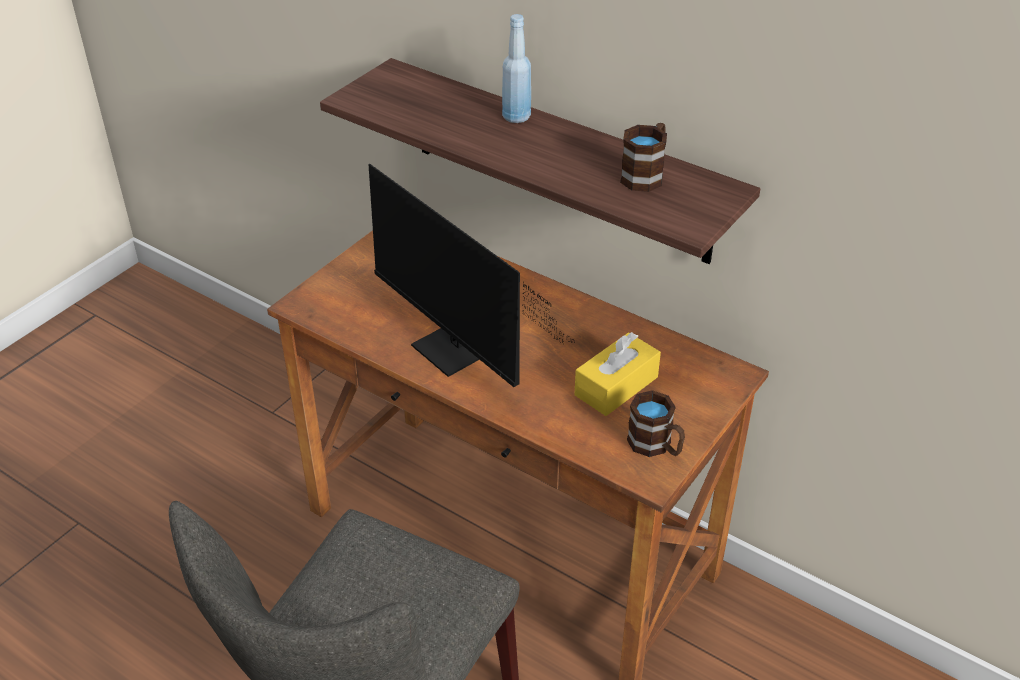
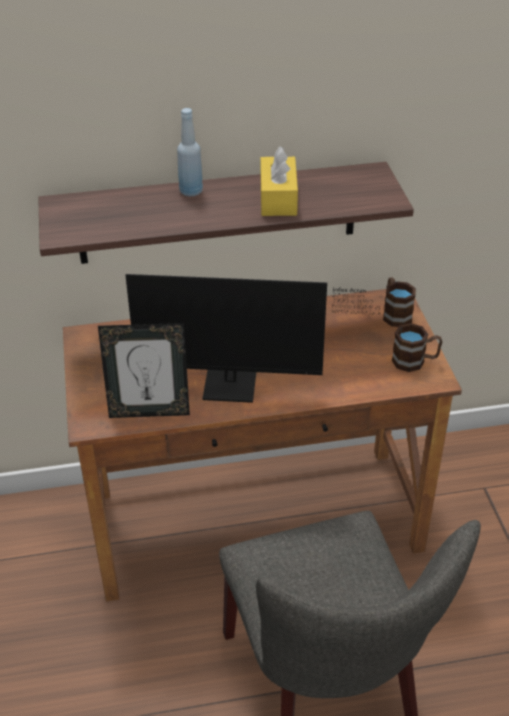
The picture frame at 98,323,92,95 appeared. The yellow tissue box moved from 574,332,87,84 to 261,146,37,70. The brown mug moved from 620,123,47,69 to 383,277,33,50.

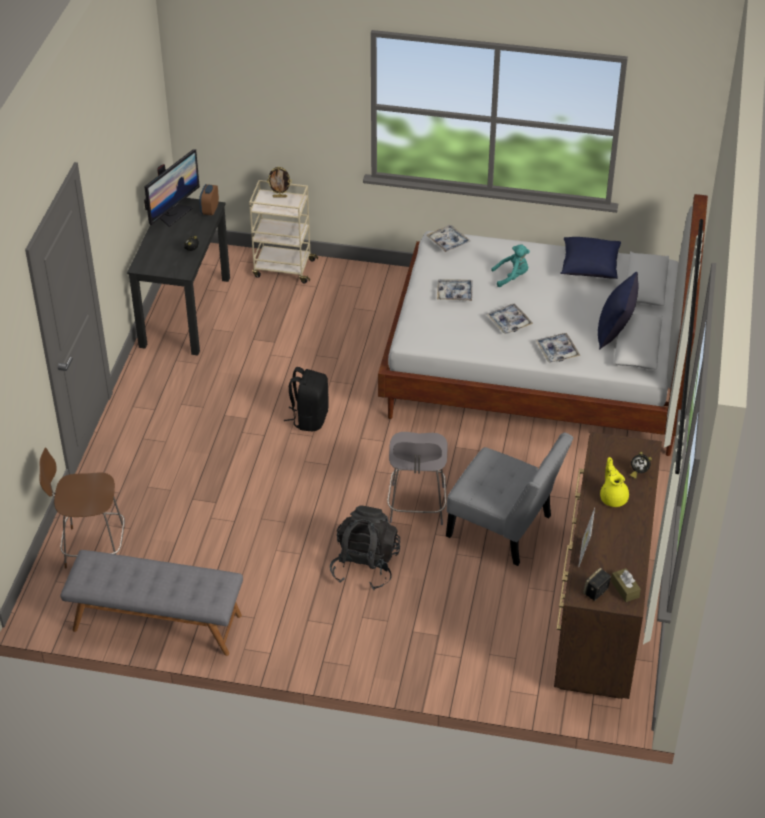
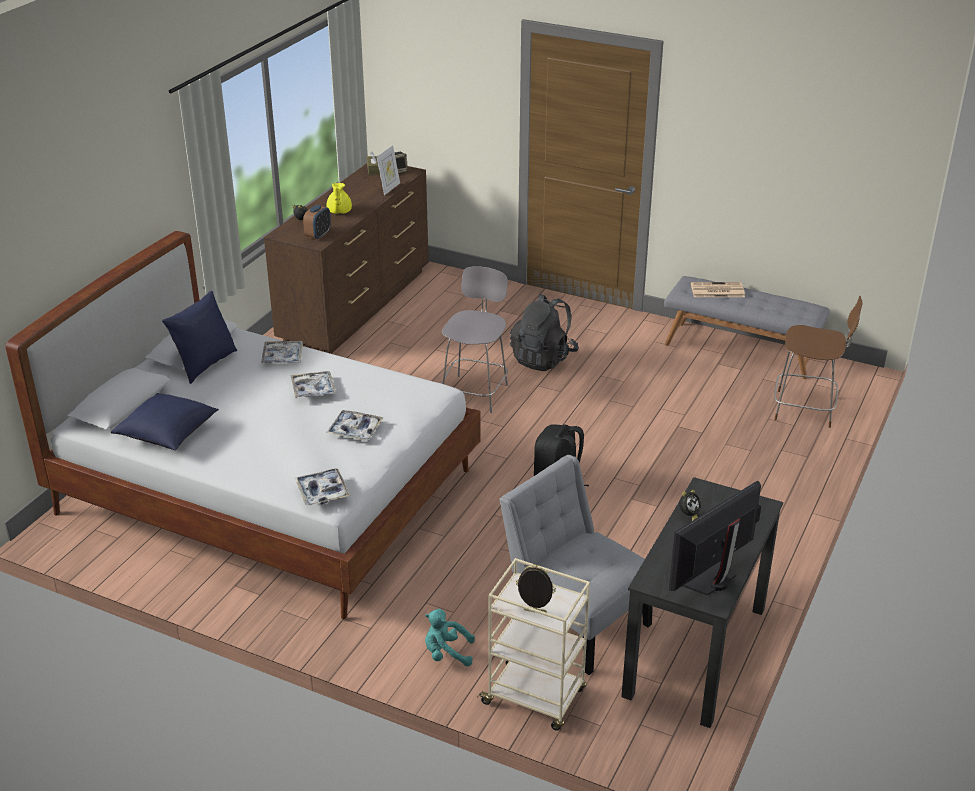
The newspaper at 691,282,54,15 appeared. The alarm clock moved from 199,184,20,32 to 303,205,28,35. The grey chair moved from 446,433,127,133 to 499,455,154,220. The turquoise plush toy moved from 491,245,39,42 to 425,609,50,57.

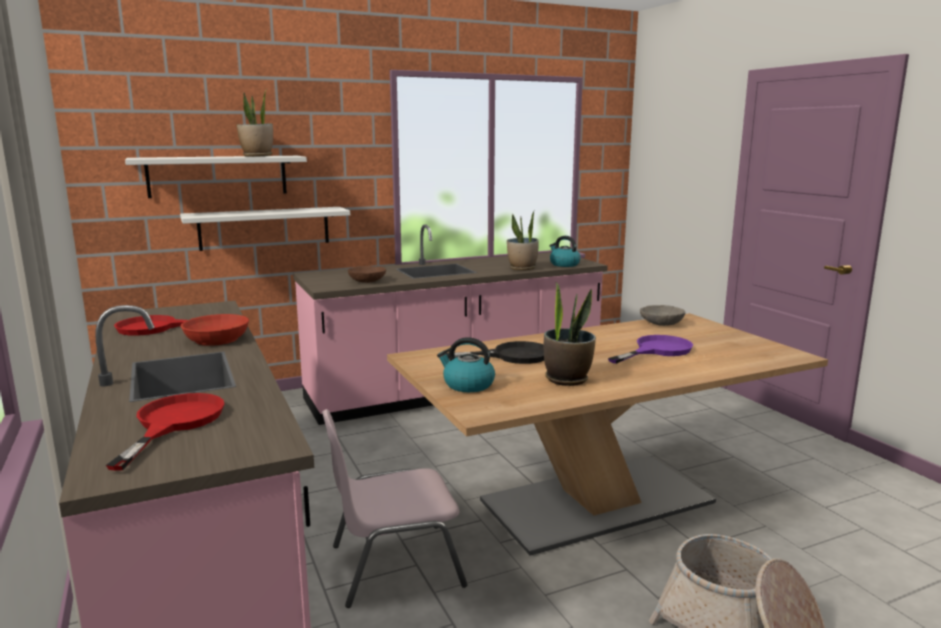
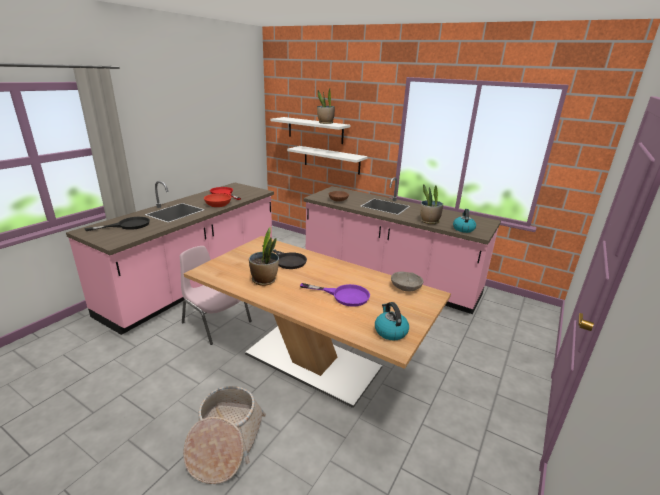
The kettle moved from 437,337,58,55 to 375,302,34,38. The red frying pan at 106,393,118,78 became the black frying pan at 85,217,65,14.

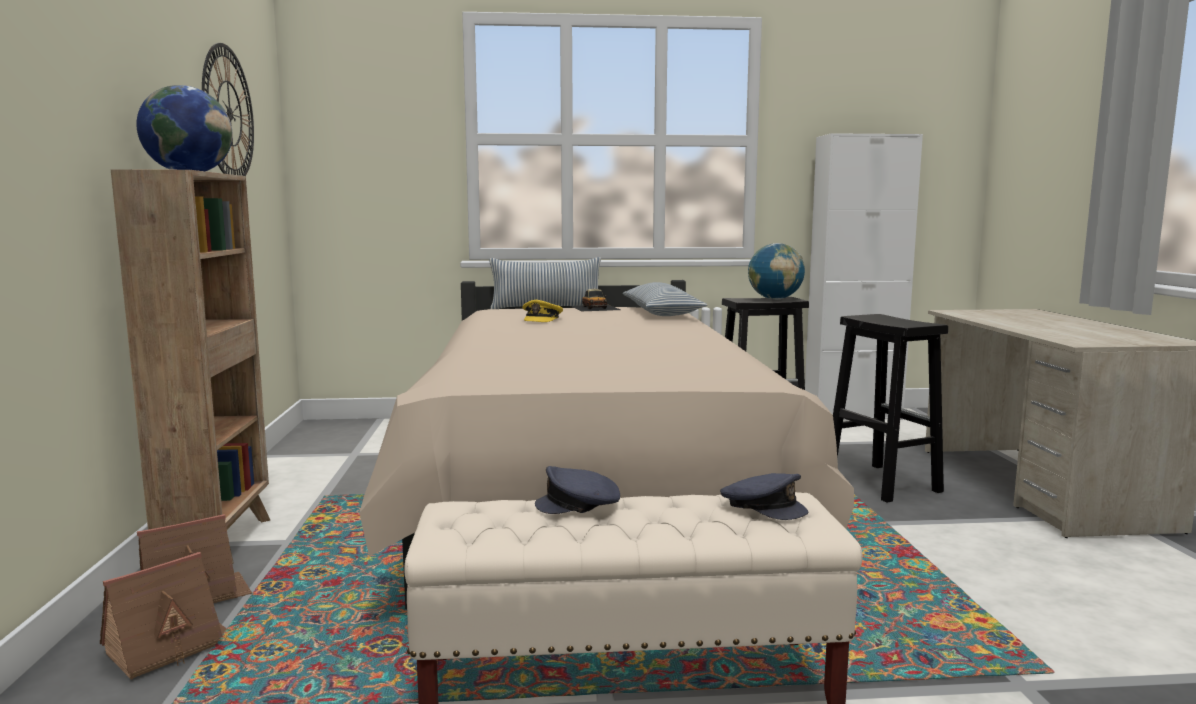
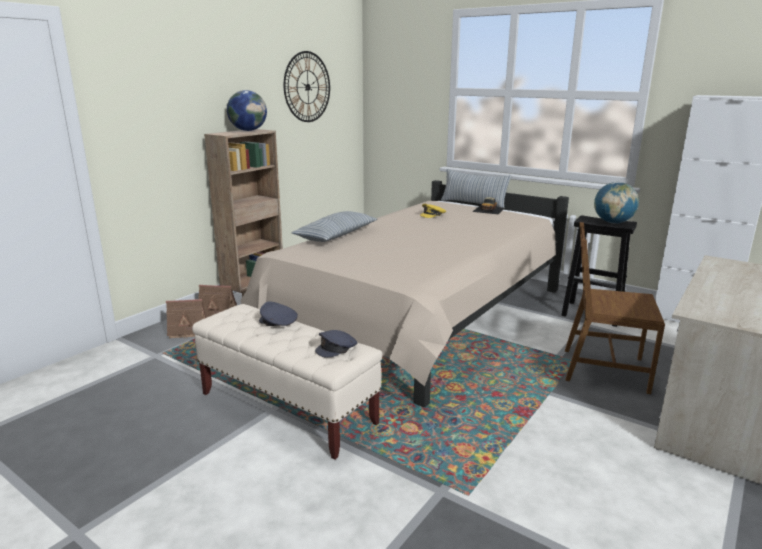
The pillow moved from 623,282,84,34 to 292,211,85,31. The black stool at 833,314,115,189 was replaced by the brown chair at 565,222,100,172. The grey cap at 720,473,88,47 turned 60 degrees clockwise.

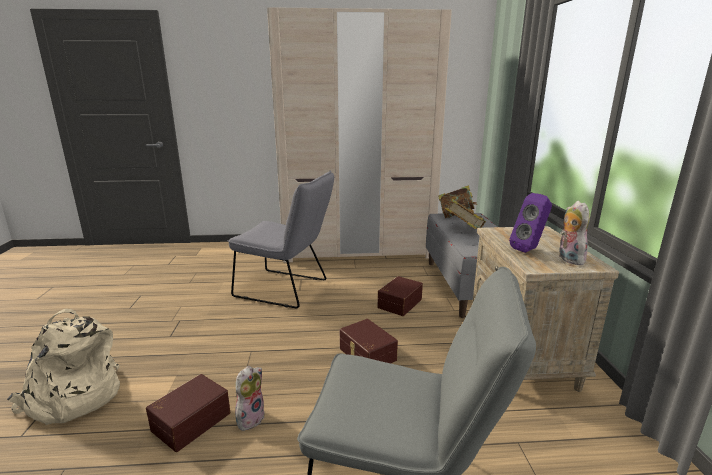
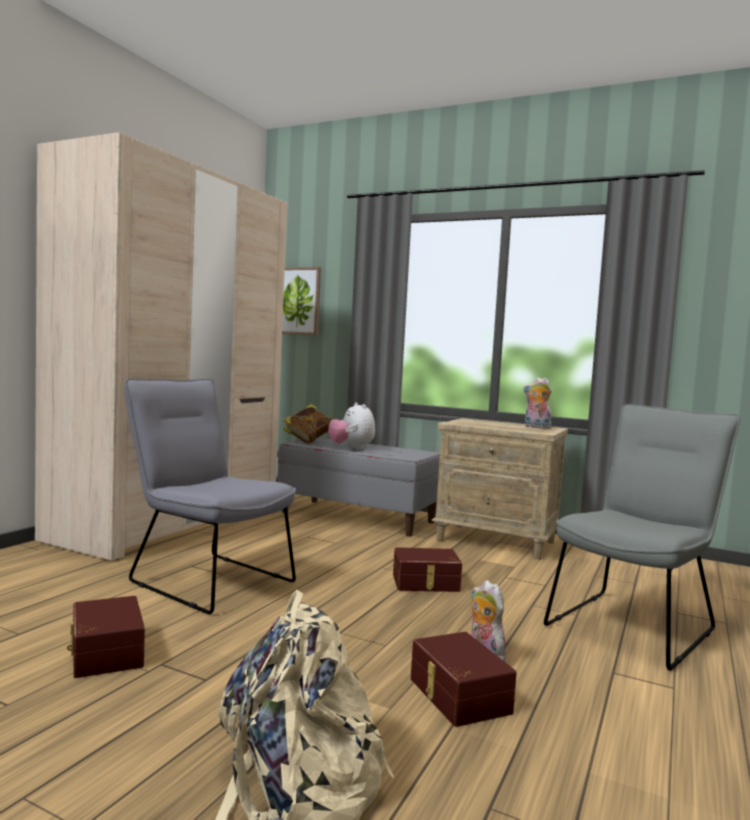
The purple speaker at 509,193,43,60 disappeared. The picture at 282,267,39,68 appeared. The brown storage box moved from 378,276,45,40 to 67,596,78,82. The book at 445,199,41,30 was replaced by the plush toy at 328,402,47,48. The grey chair at 228,171,106,137 turned 105 degrees counterclockwise.

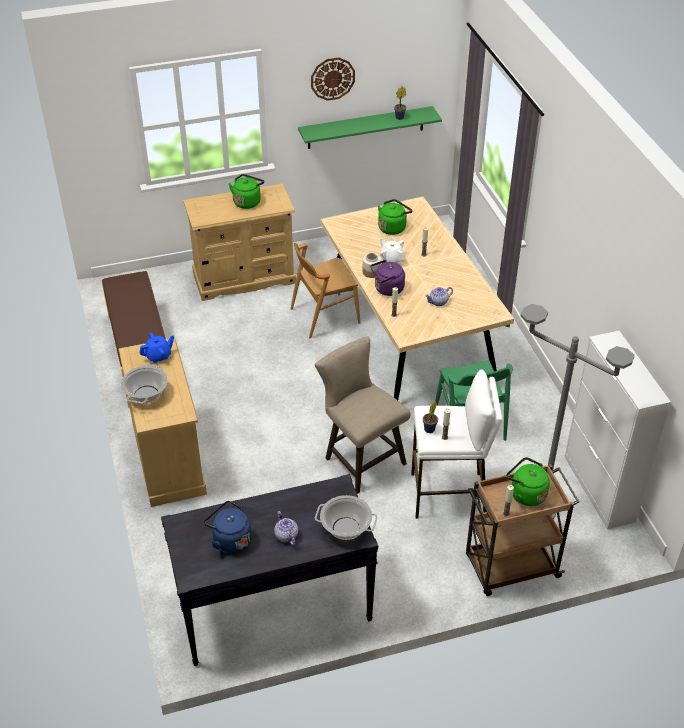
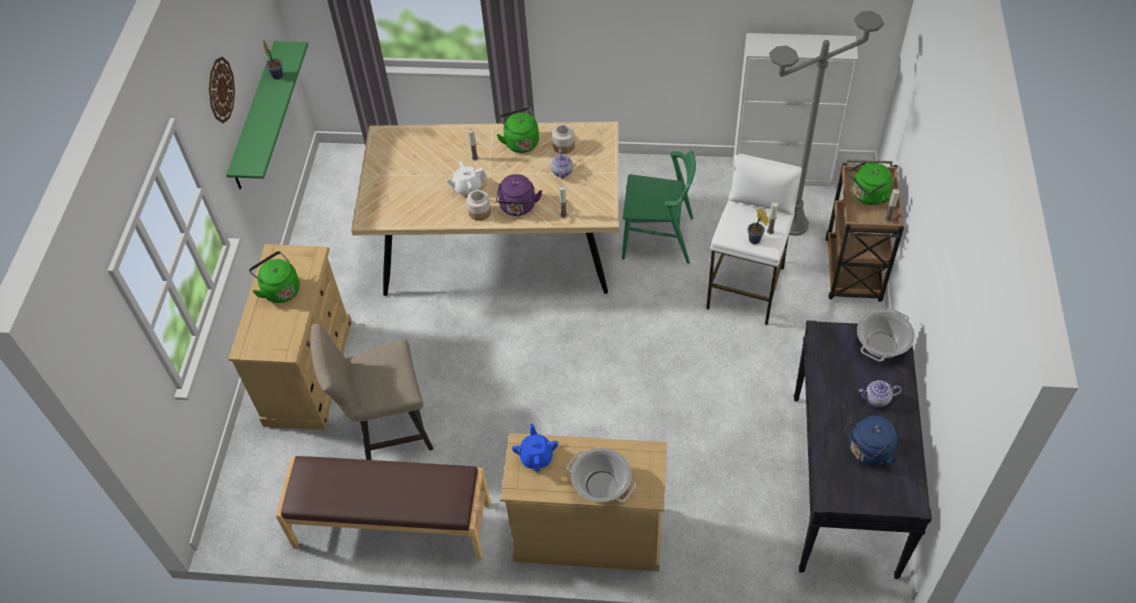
The brown chair at 291,243,70,95 disappeared. The jar at 552,124,23,30 appeared. The beige stool moved from 315,336,96,158 to 311,323,122,137. The green kettle moved from 378,199,34,36 to 497,107,42,46.

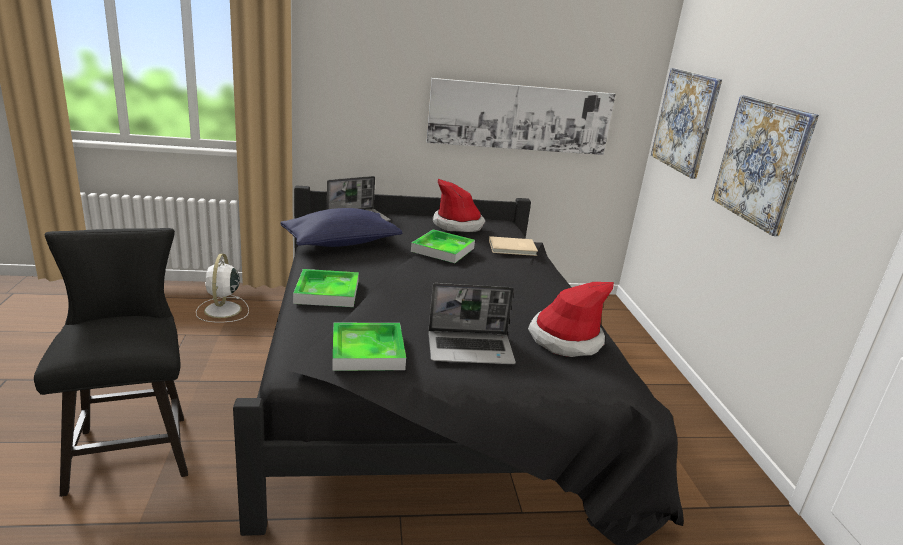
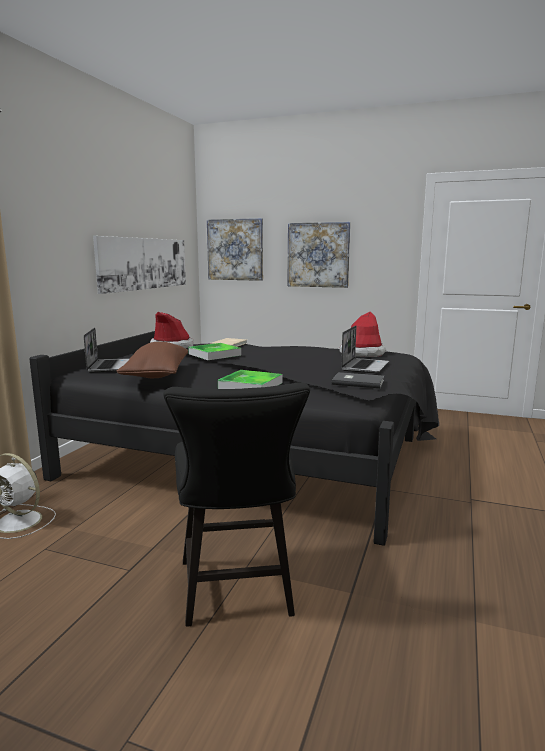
The tray at 332,323,74,48 was replaced by the grey book at 332,372,52,17. The blue pillow at 280,208,122,39 became the brown pillow at 117,342,71,36. The black chair at 34,228,154,269 turned 105 degrees counterclockwise.

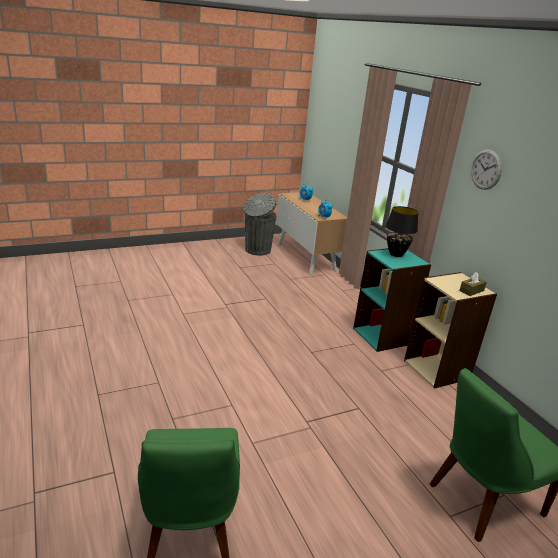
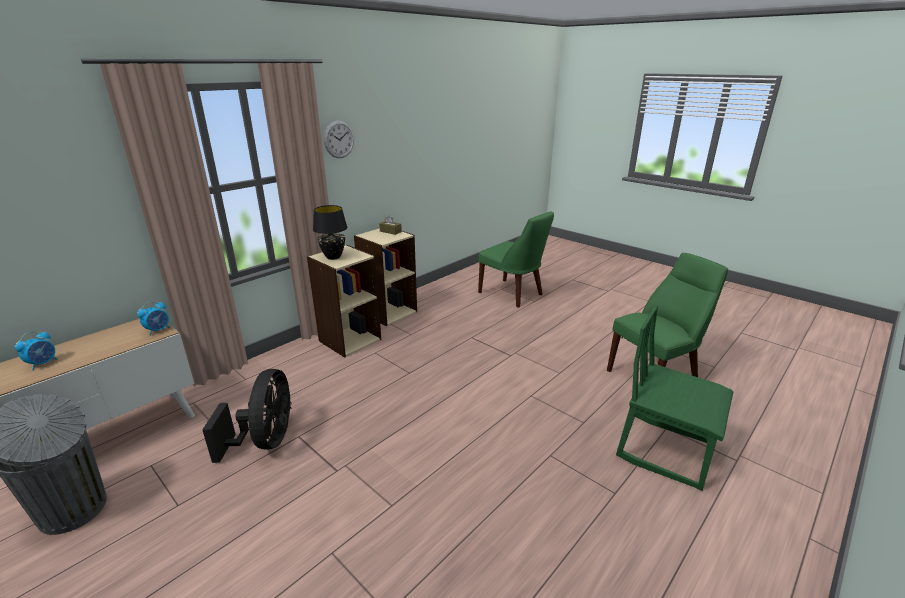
The black fan at 202,369,89,94 appeared. The green chair at 616,305,117,186 appeared. The turquoise bookcase at 353,248,78,104 became the beige bookcase at 307,245,74,113.

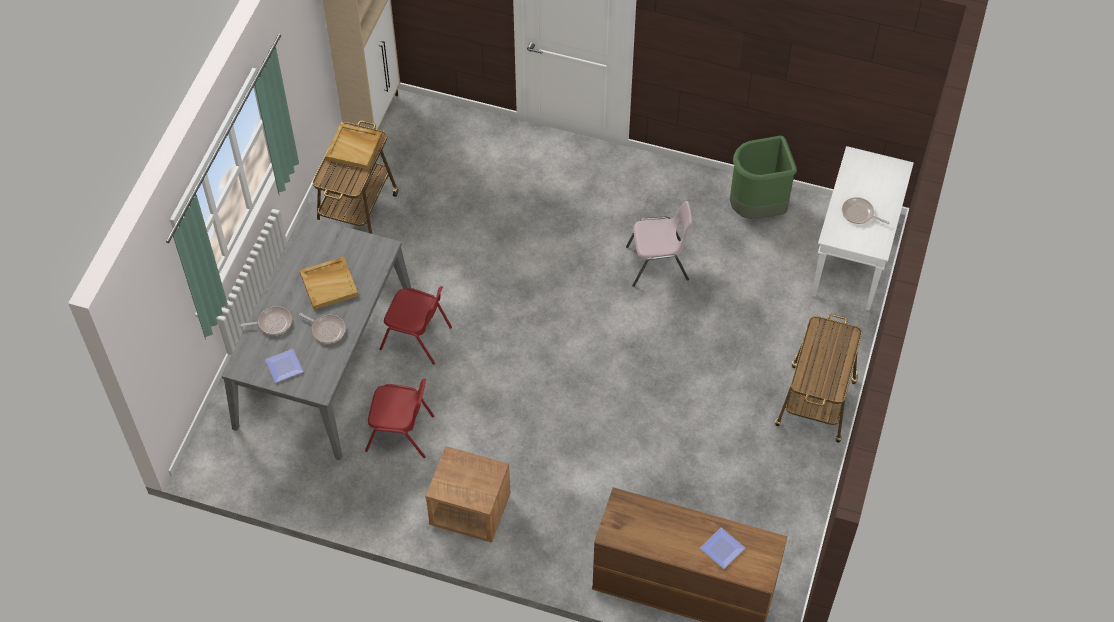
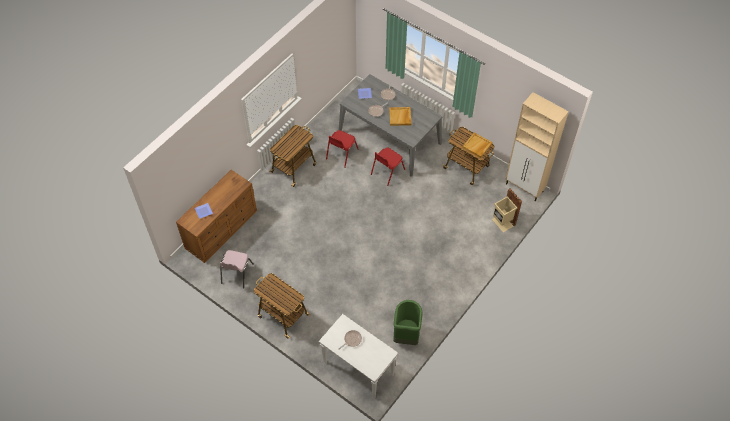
The beige trash can at 492,188,30,44 appeared. The pink chair moved from 626,201,66,86 to 220,250,34,39. The brown nightstand at 425,446,86,97 was replaced by the cart at 269,125,47,62.

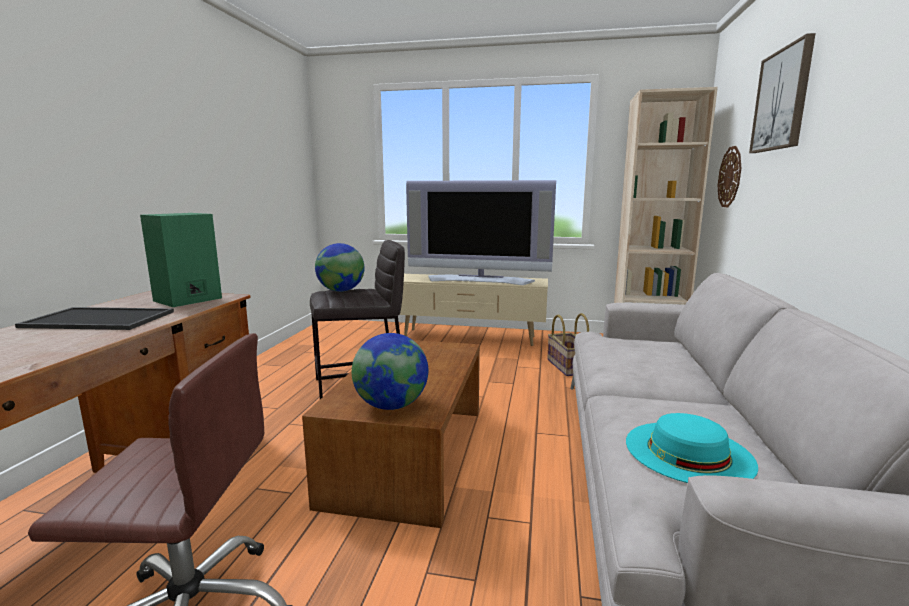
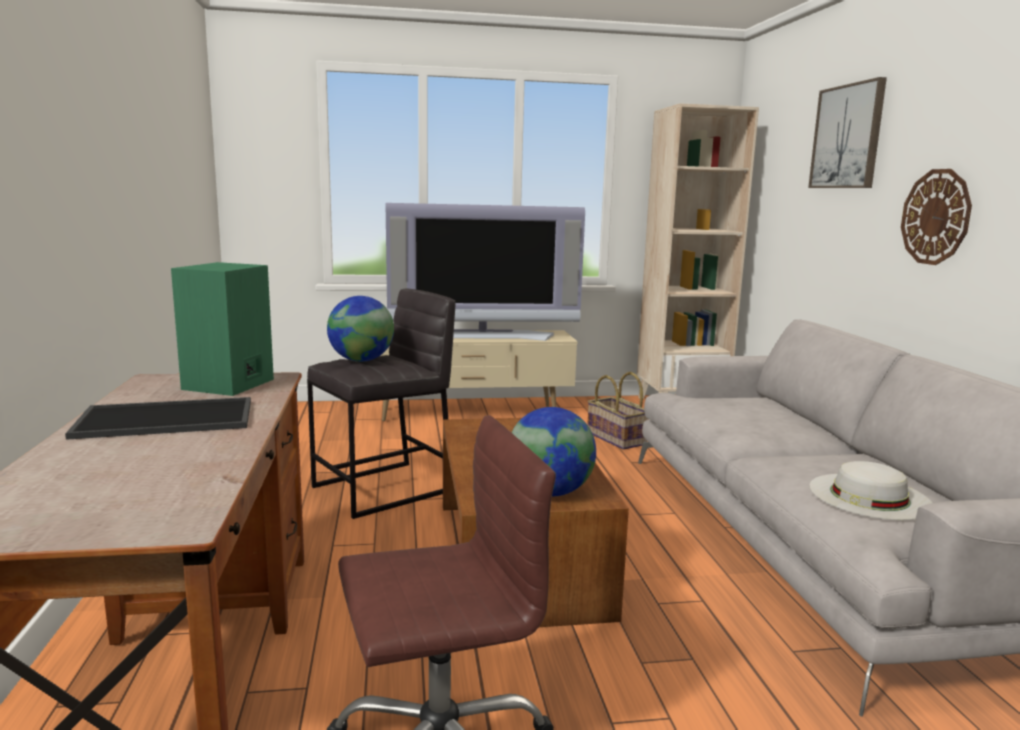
The wall clock moved from 718,146,23,61 to 901,169,71,96. The turquoise hat at 626,413,132,70 became the white hat at 809,461,123,59.

